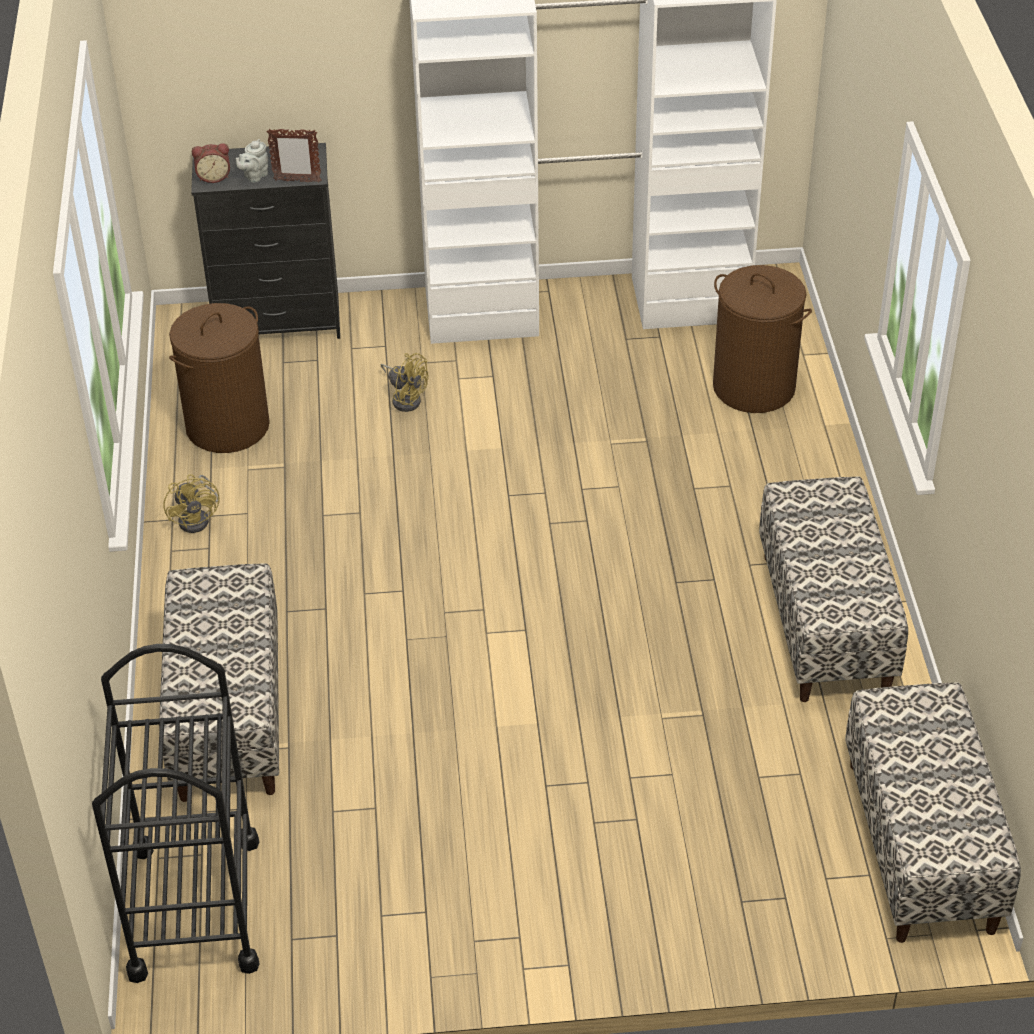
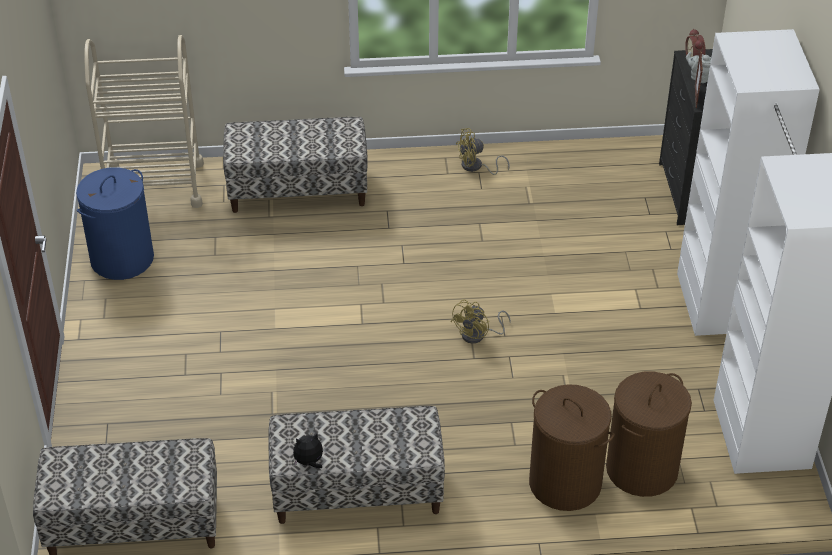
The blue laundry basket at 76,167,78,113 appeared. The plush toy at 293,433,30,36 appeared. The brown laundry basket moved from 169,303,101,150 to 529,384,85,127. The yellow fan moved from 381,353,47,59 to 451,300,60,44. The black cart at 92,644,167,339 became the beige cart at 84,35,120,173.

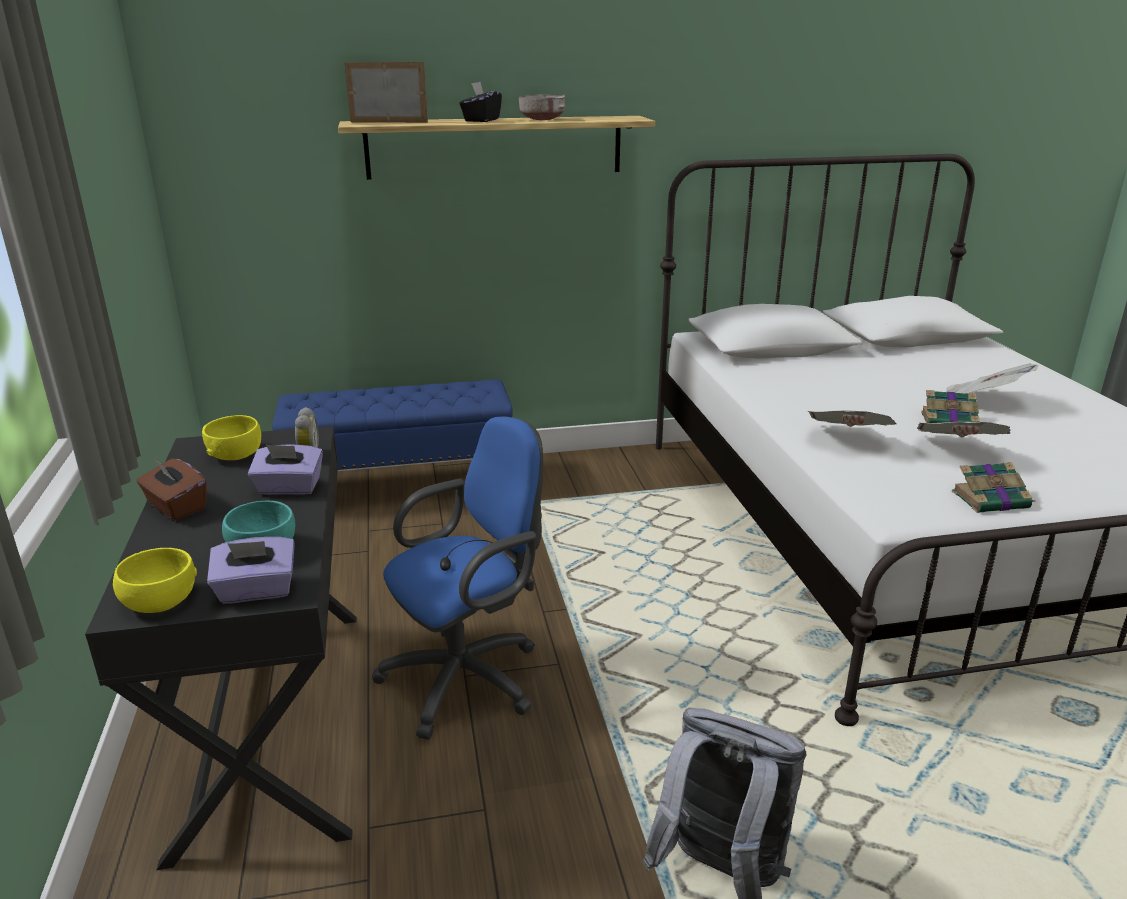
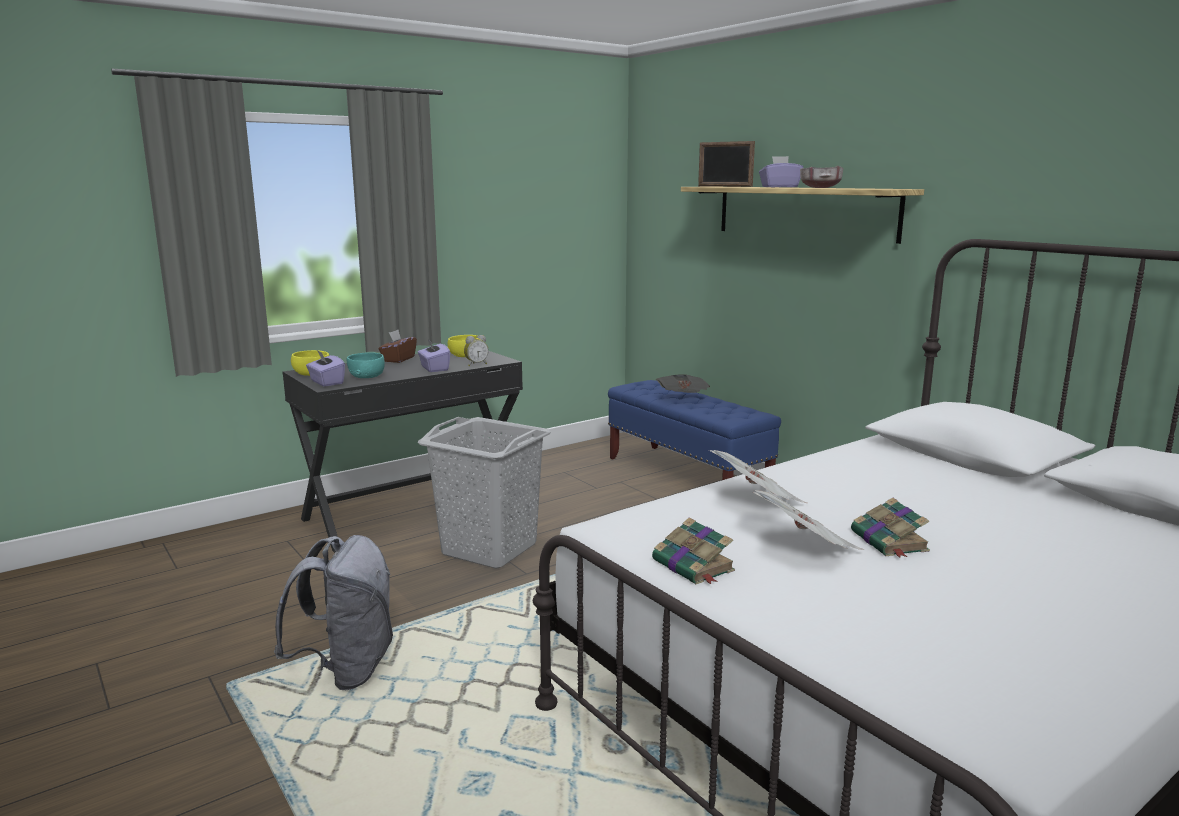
The newspaper moved from 946,363,93,31 to 655,374,55,19. The blue office chair at 372,416,171,324 was replaced by the grey laundry basket at 417,417,134,151. The black tissue box at 459,82,43,40 became the purple tissue box at 759,156,44,31. The picture frame at 345,62,83,61 turned 150 degrees clockwise.

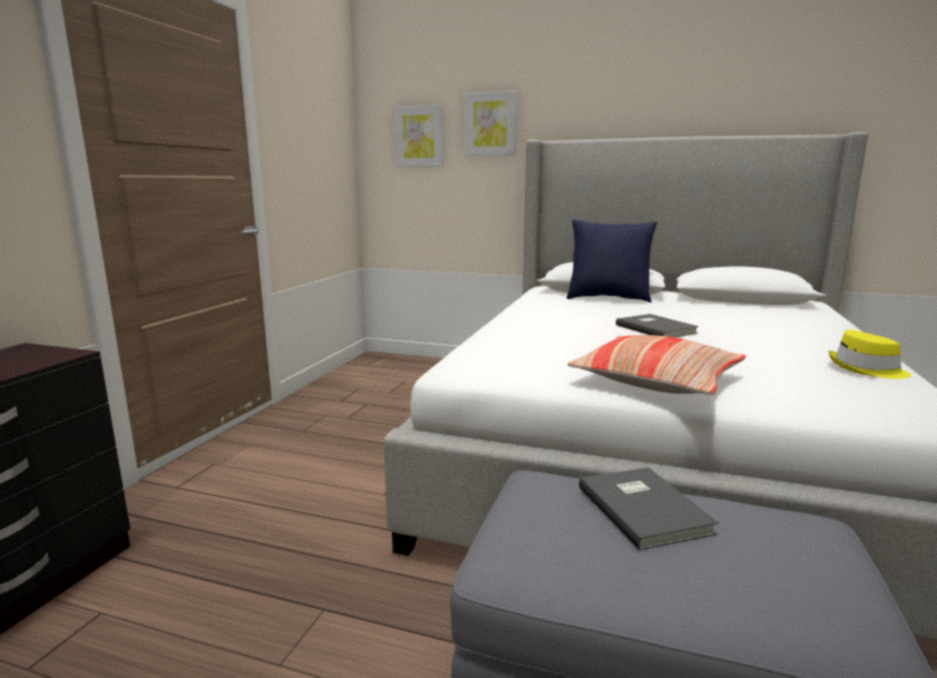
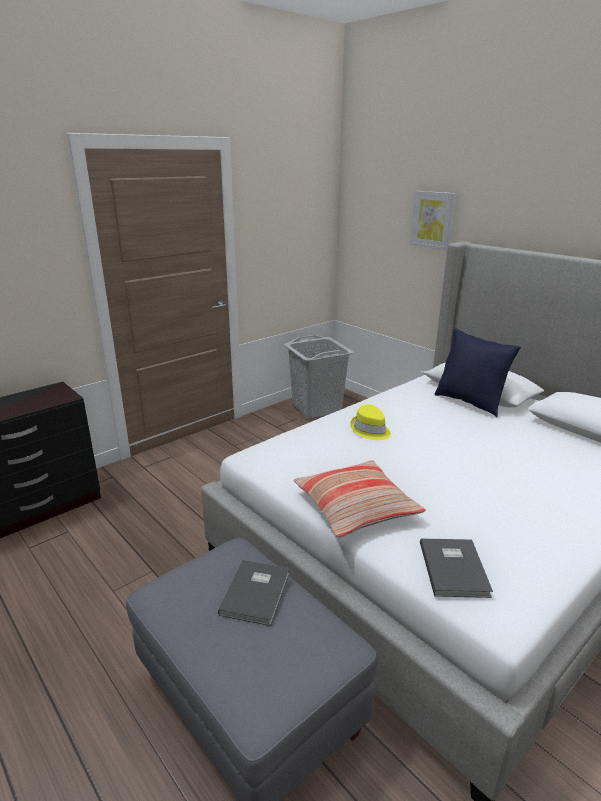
The picture at 395,105,48,62 disappeared. The grey laundry basket at 284,335,70,84 appeared. The grey book moved from 616,314,83,24 to 420,538,73,60. The yellow hat moved from 828,330,83,49 to 350,404,41,36.

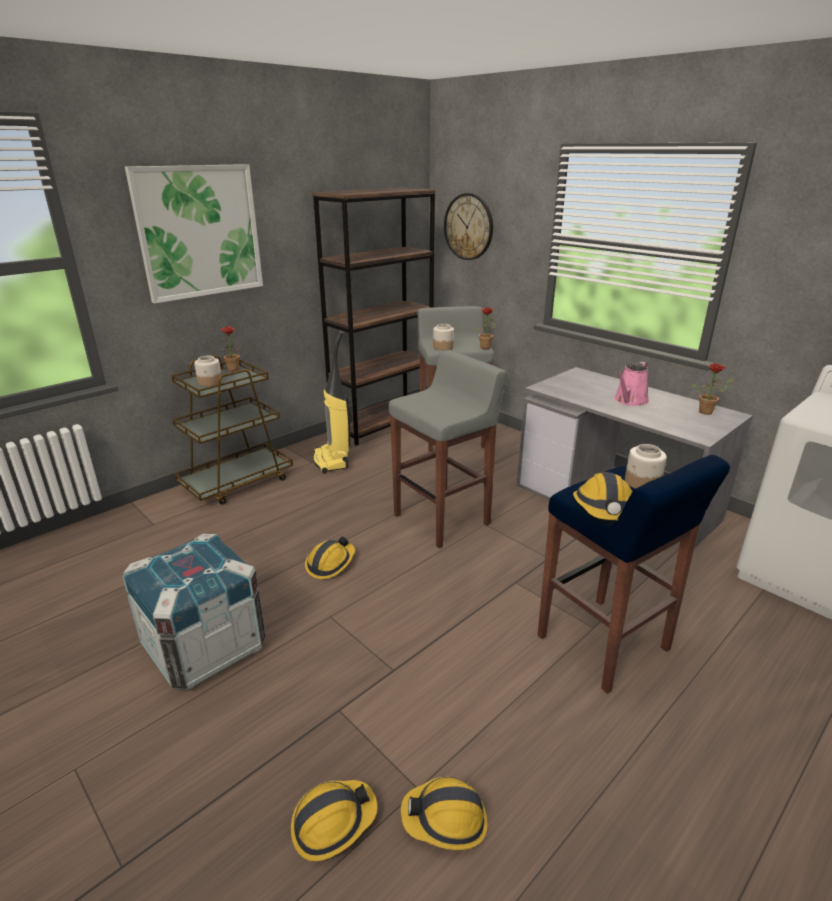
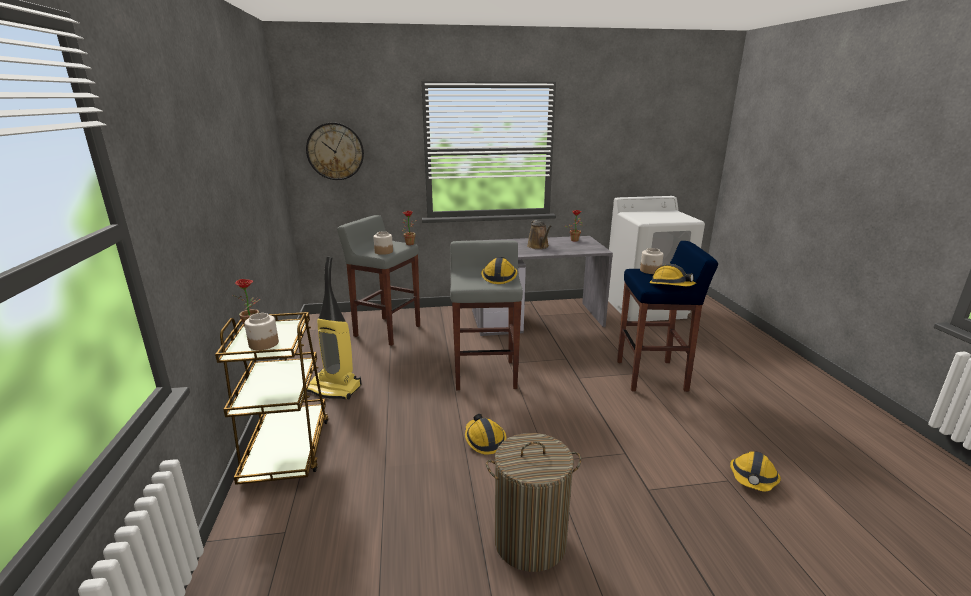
The picture at 125,164,138,140 disappeared. The brown bookcase at 312,188,124,258 disappeared. The hard hat moved from 291,780,87,81 to 481,257,37,27. The crate at 122,534,144,156 was replaced by the laundry basket at 486,433,95,139. The pink watering can at 614,362,35,44 became the brown watering can at 527,220,24,29.

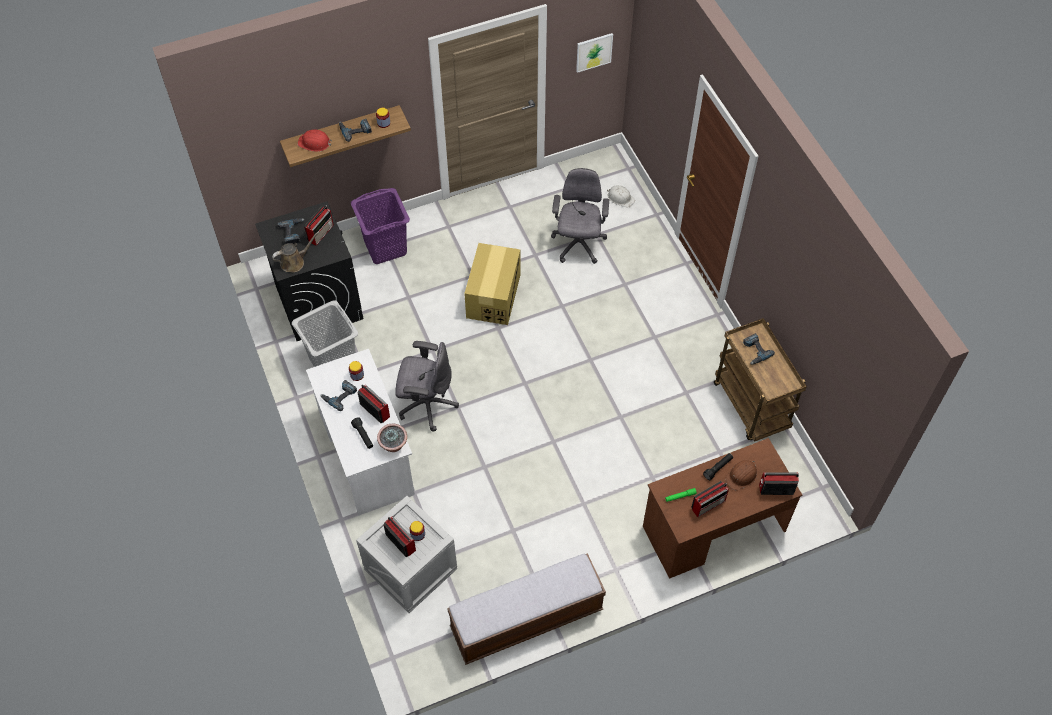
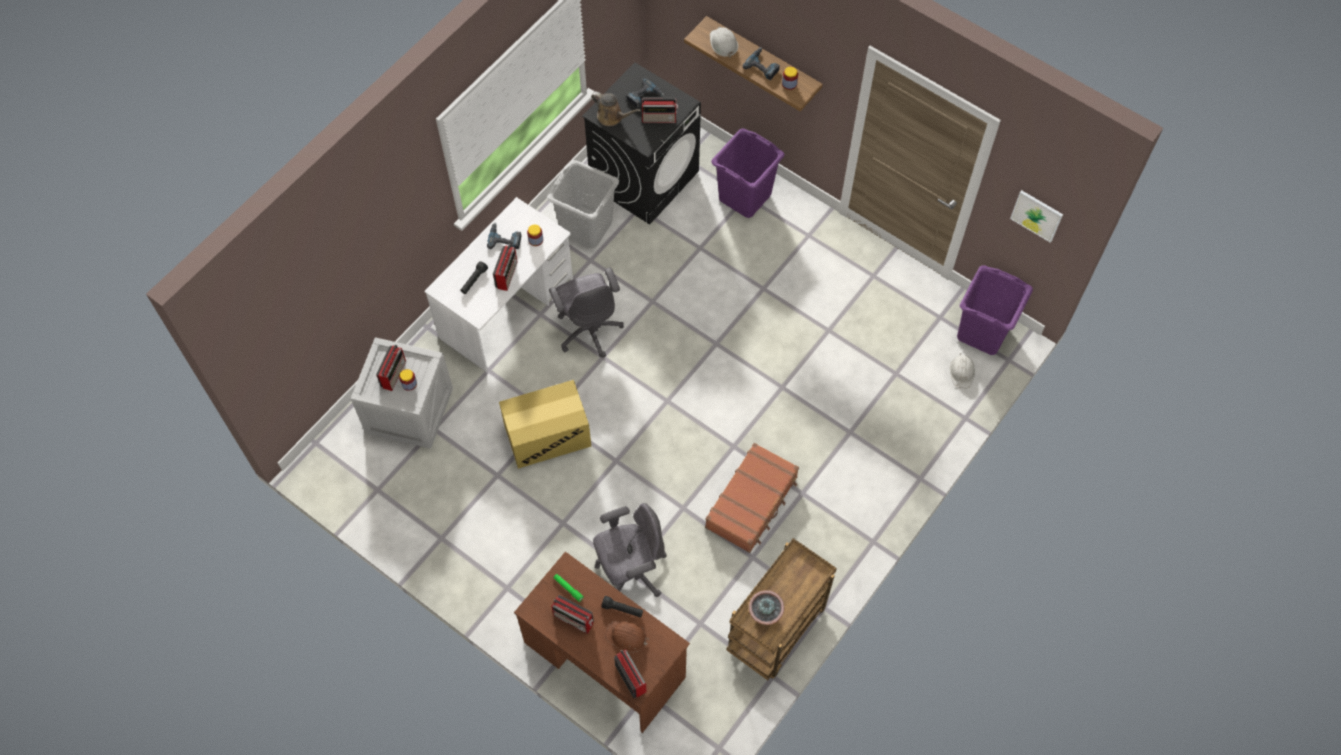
The bench at 447,553,159,112 disappeared. The power drill at 743,333,32,32 disappeared. The brown suitcase at 705,443,94,110 appeared. The purple laundry basket at 957,265,76,90 appeared. The potted plant moved from 377,424,30,28 to 749,590,35,35. The cardboard box moved from 464,243,57,82 to 499,380,92,89. The grey office chair moved from 551,168,58,96 to 593,503,74,94. The red hard hat at 298,130,34,22 became the white hard hat at 710,27,28,31.

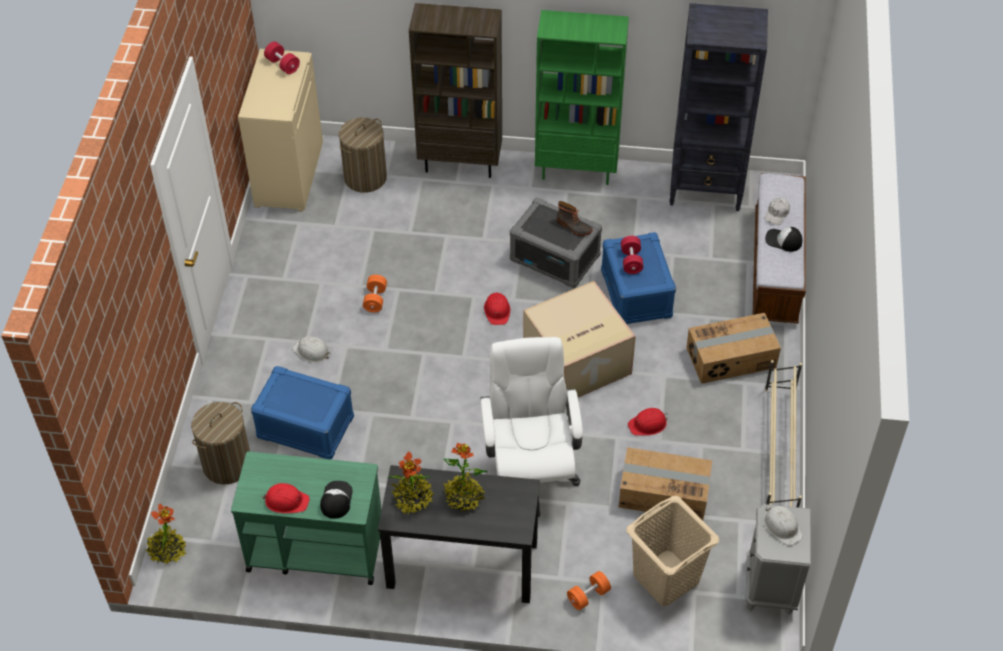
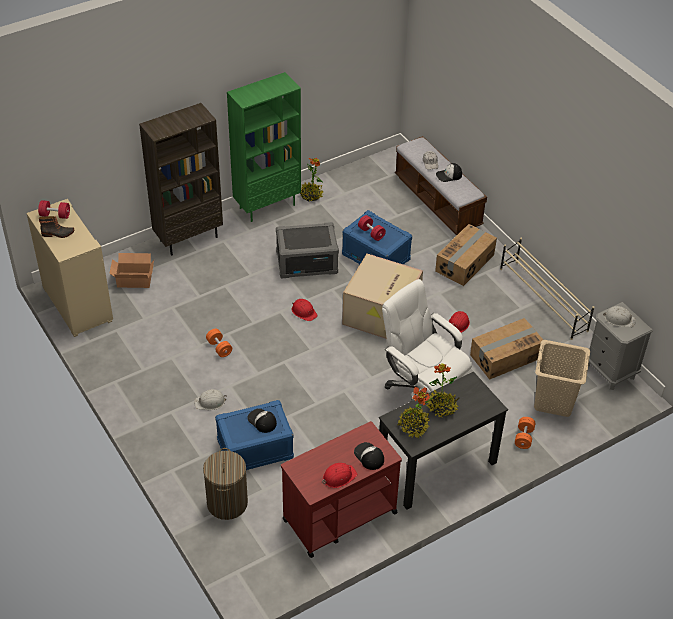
The black bookcase at 669,3,99,208 disappeared. The cap at 247,408,30,25 appeared. The potted plant moved from 146,504,40,59 to 300,158,23,43. The boot moved from 557,201,36,35 to 39,216,35,22. The laundry basket at 339,117,48,76 was replaced by the cardboard box at 109,253,45,35. The green cart at 231,451,151,134 became the red cart at 281,421,121,137.

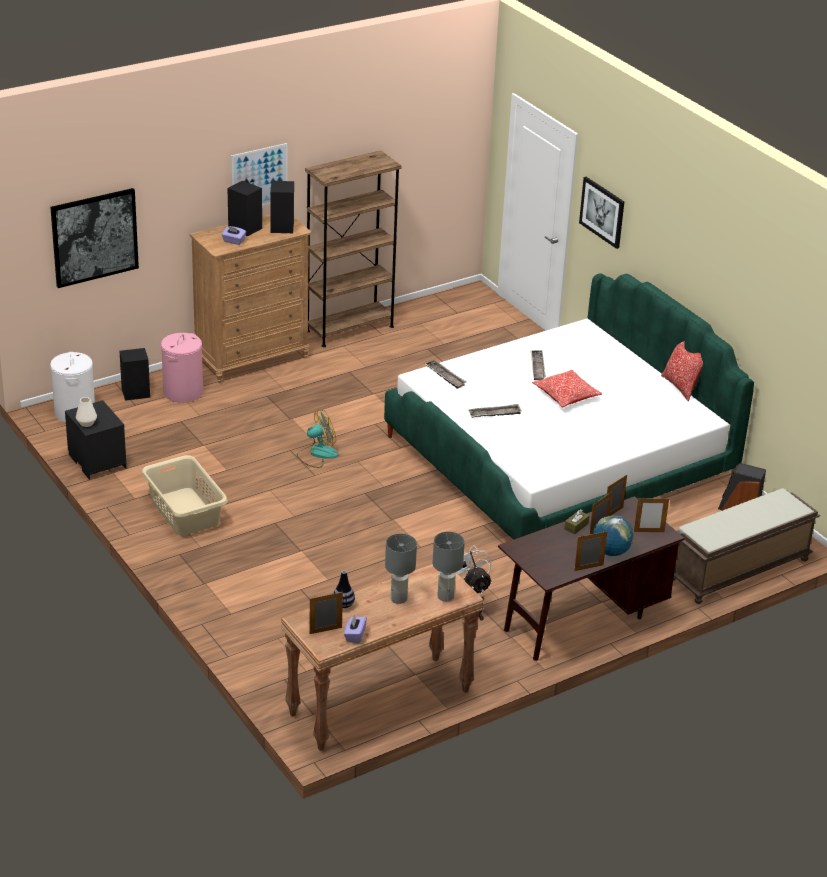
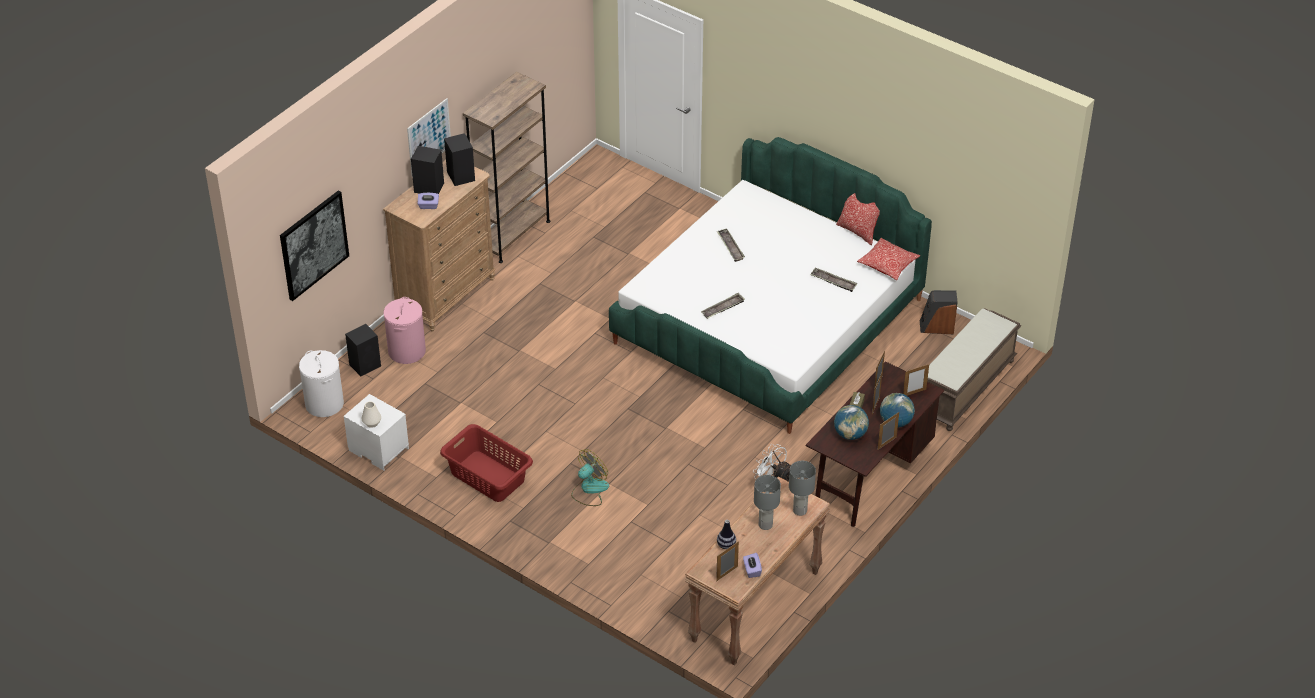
The picture at 579,177,45,72 disappeared. The globe at 834,405,35,35 appeared. The fan moved from 297,409,42,59 to 571,449,38,57. The tray moved from 425,360,42,29 to 810,268,48,24. The pillow moved from 532,370,70,37 to 857,238,63,42. The black nightstand at 65,400,61,80 became the white nightstand at 344,394,65,77. The beige laundry basket at 142,455,86,80 became the red laundry basket at 440,424,93,78.

